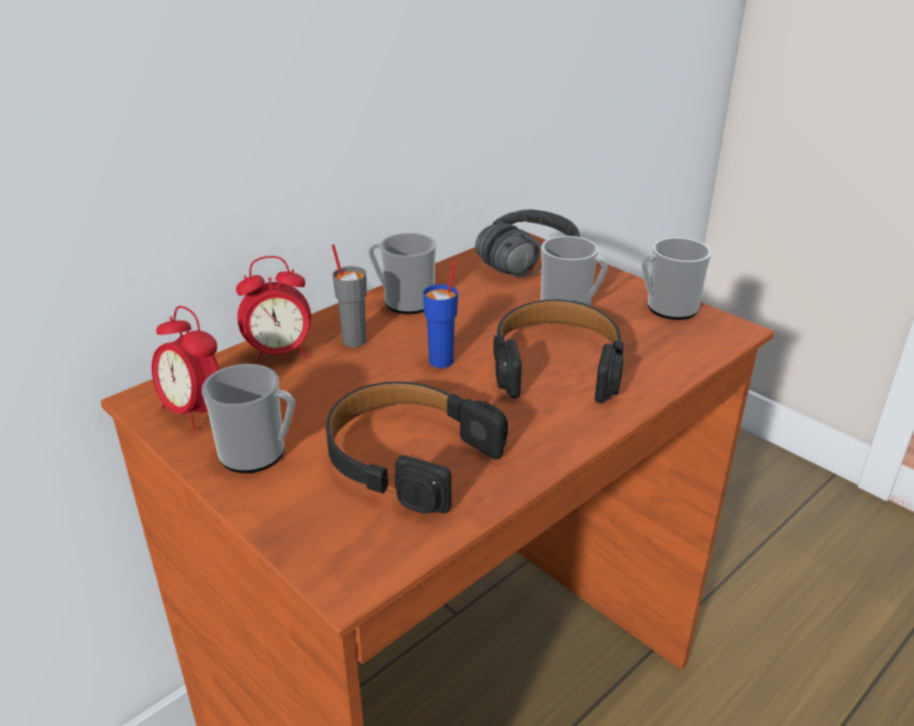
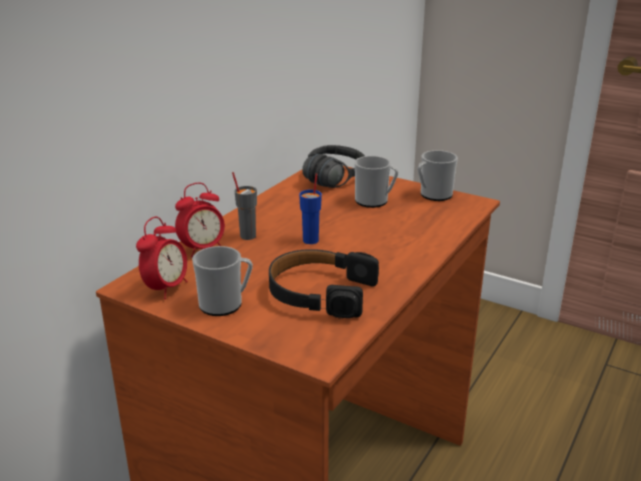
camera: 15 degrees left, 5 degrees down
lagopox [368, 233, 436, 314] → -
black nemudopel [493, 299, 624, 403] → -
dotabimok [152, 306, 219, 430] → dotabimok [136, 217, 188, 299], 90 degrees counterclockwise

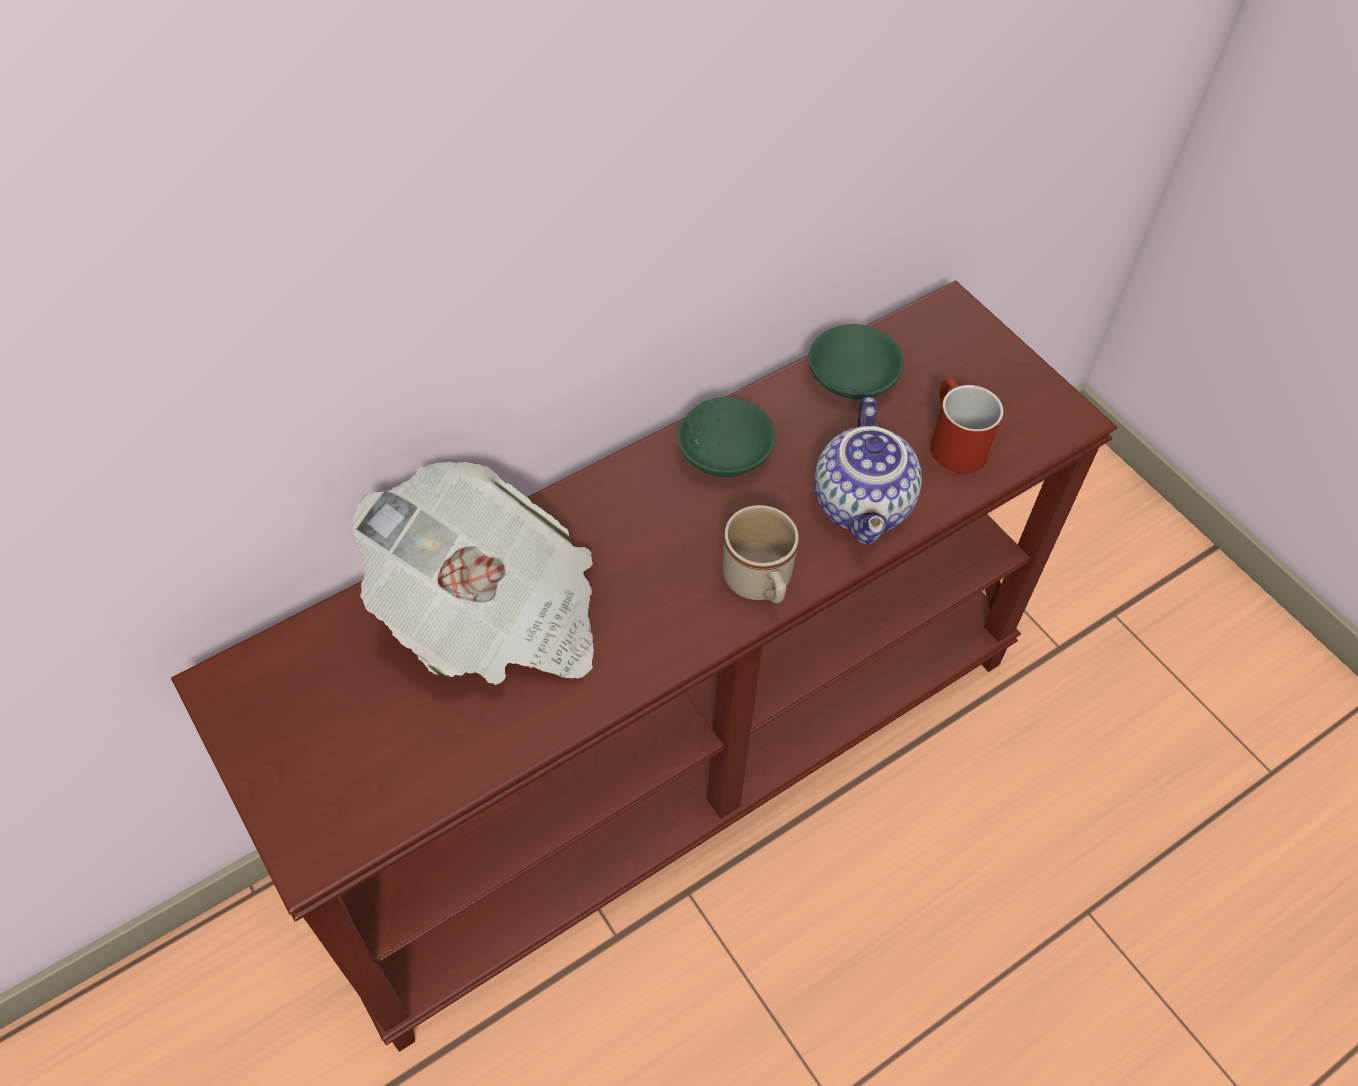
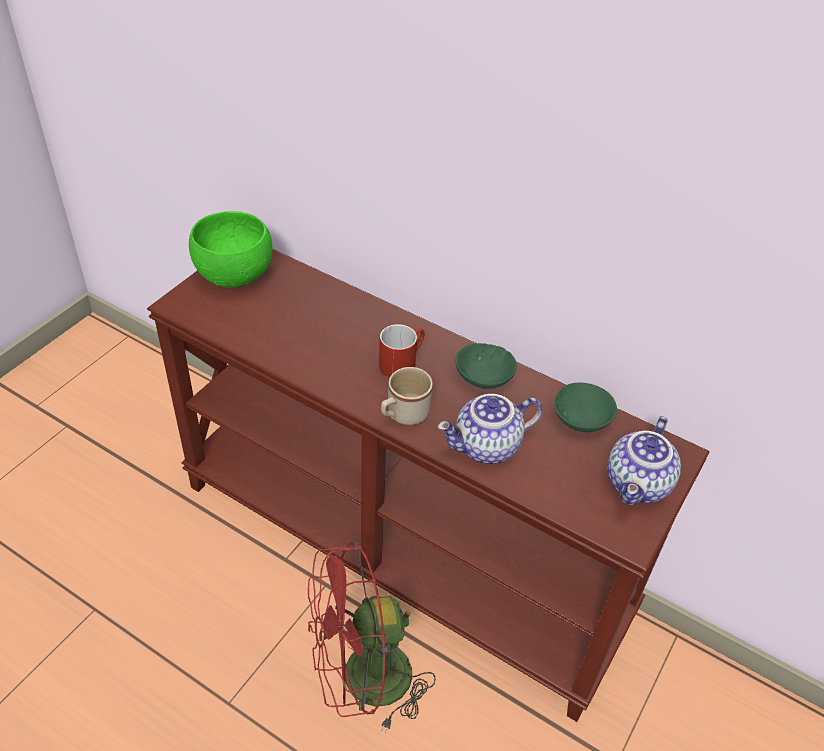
camera: 65 degrees right, 10 degrees down
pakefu [352, 462, 594, 685] → -
- → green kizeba [189, 211, 273, 288]
- → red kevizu [308, 542, 436, 733]
- → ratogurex [607, 416, 681, 505]
red lagopox [931, 378, 1004, 473] → red lagopox [379, 324, 425, 378], shifted

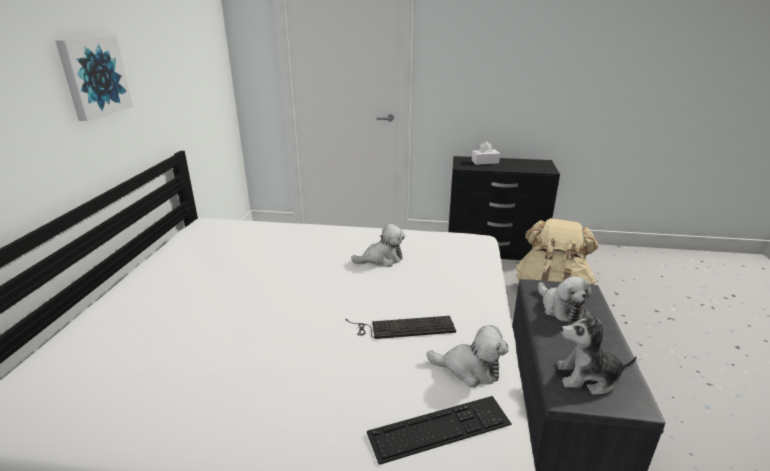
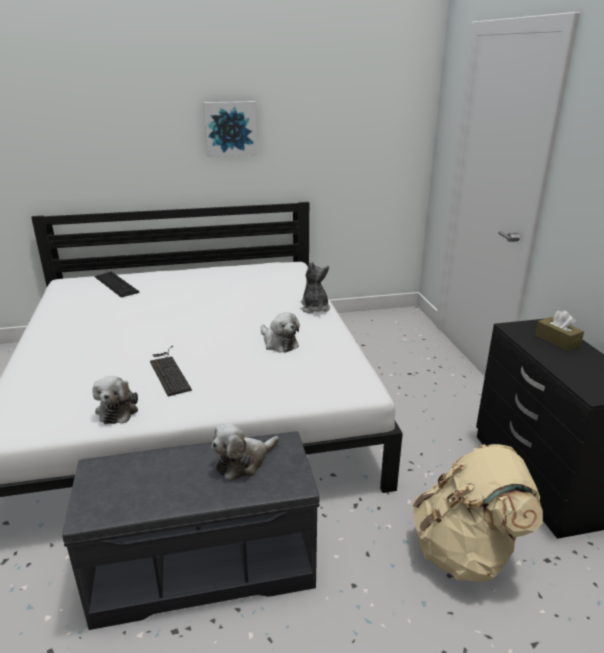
camera: 70 degrees right, 0 degrees up
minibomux [367, 396, 512, 465] → minibomux [94, 271, 139, 297], shifted
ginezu [557, 308, 637, 395] → ginezu [300, 261, 330, 313], shifted
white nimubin [472, 141, 500, 165] → brown nimubin [535, 311, 584, 351]

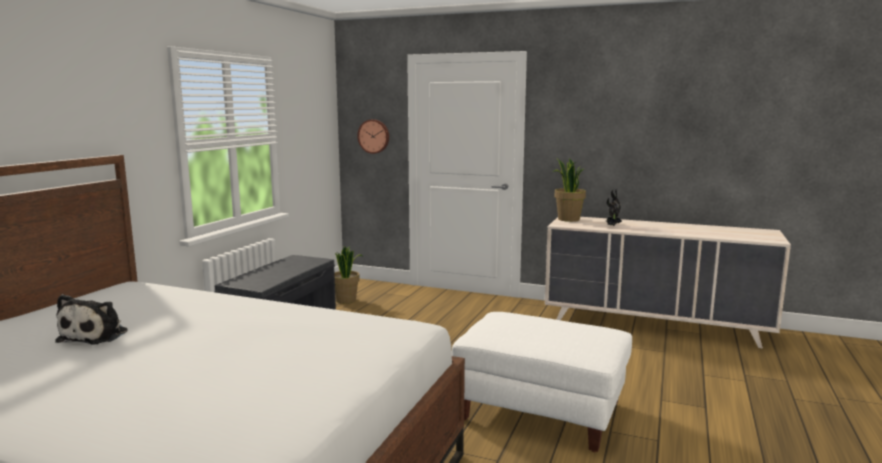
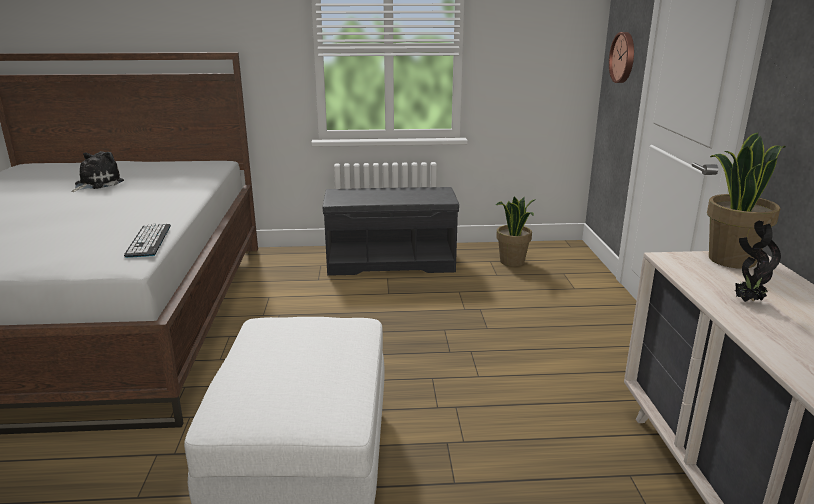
camera: 65 degrees right, 10 degrees up
- → minibomux [124, 223, 171, 258]
ginezu [55, 294, 127, 345] → ginezu [71, 151, 124, 192], 135 degrees clockwise

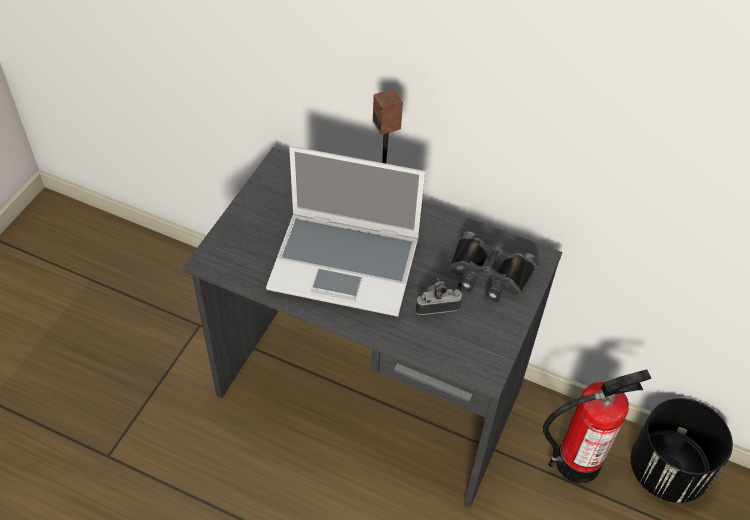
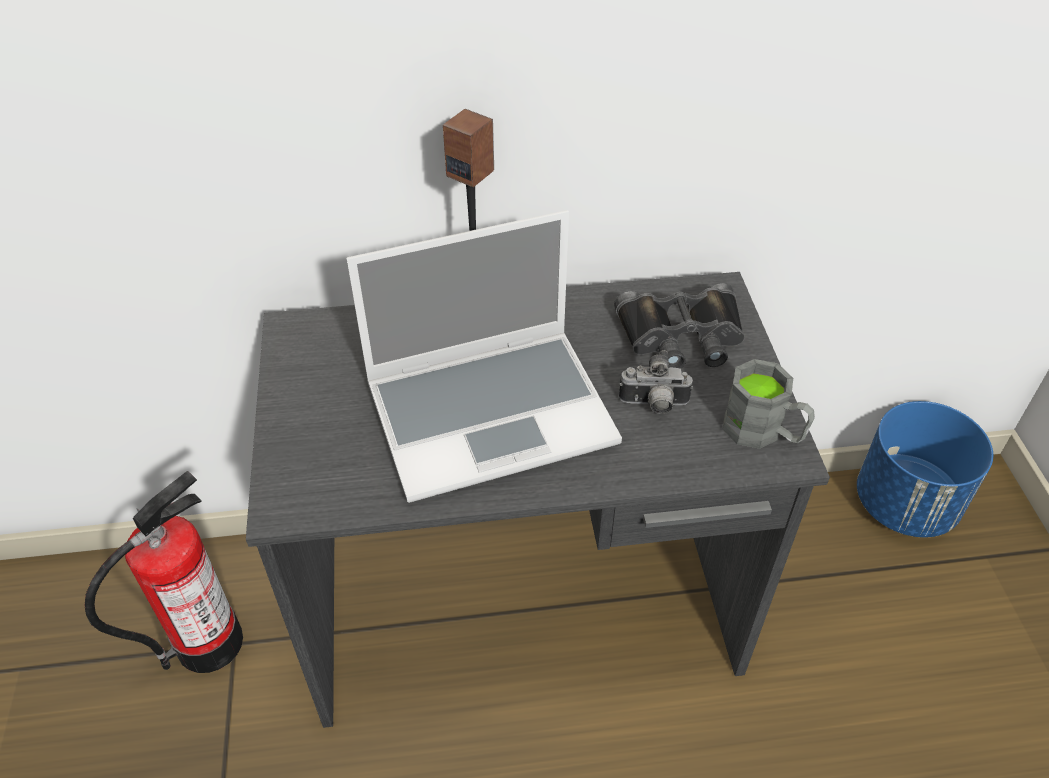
camera: 30 degrees left, 5 degrees down
- → grey lagopox [722, 359, 815, 449]
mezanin [543, 370, 651, 484] → mezanin [85, 471, 243, 673], shifted
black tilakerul [631, 398, 733, 503] → blue tilakerul [857, 401, 993, 537]
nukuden [415, 278, 462, 315] → nukuden [619, 350, 693, 414], 135 degrees counterclockwise

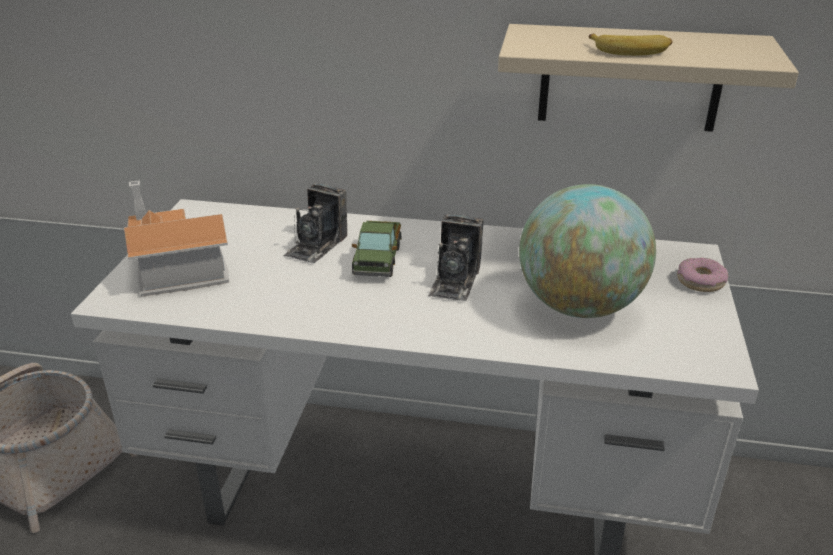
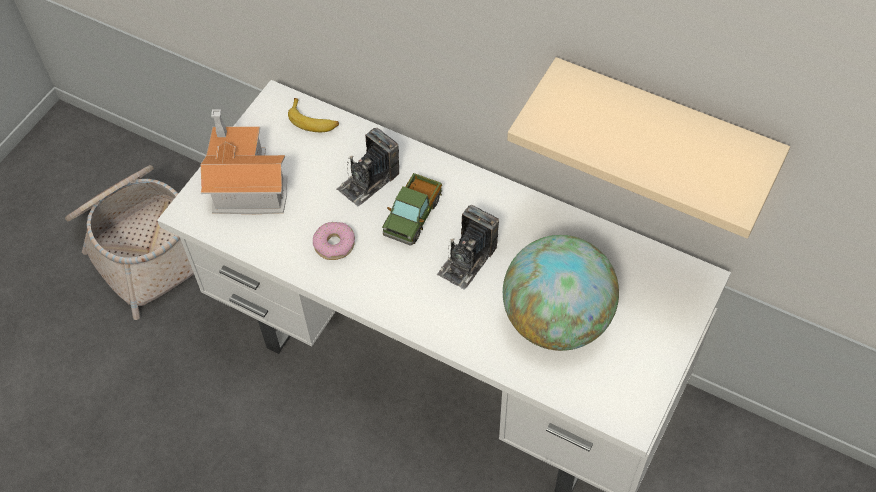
camera: 20 degrees right, 25 degrees up
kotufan [588, 34, 672, 56] → kotufan [288, 98, 339, 132], shifted
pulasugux [677, 258, 728, 292] → pulasugux [313, 222, 355, 260], shifted

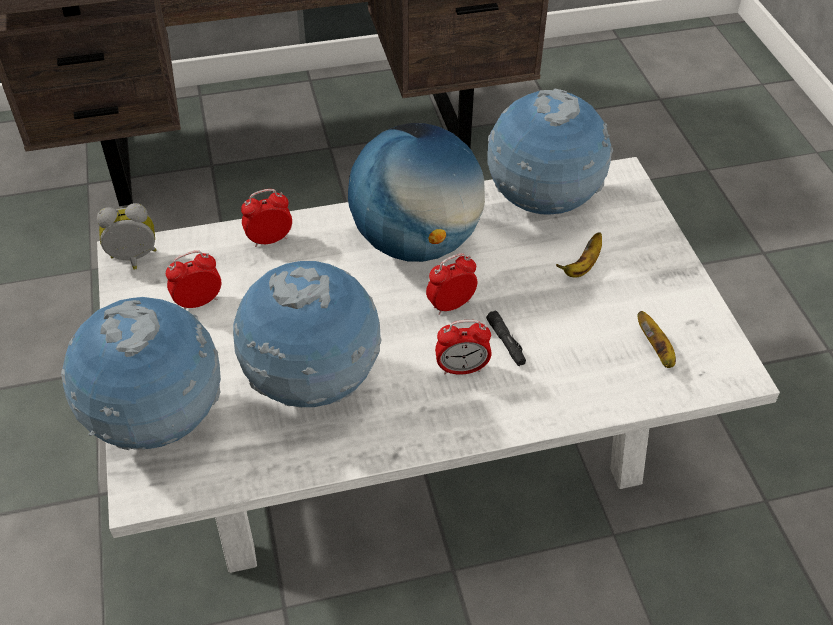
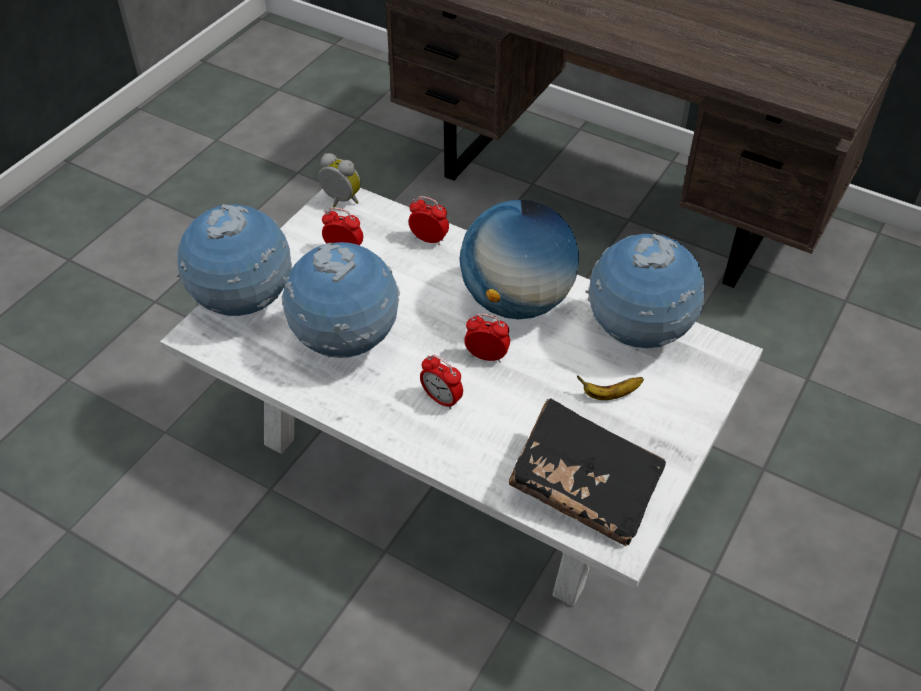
camera: 45 degrees right, 0 degrees up
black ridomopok [486, 311, 526, 366] → -
kotufan [638, 311, 676, 368] → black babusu [509, 398, 666, 546]

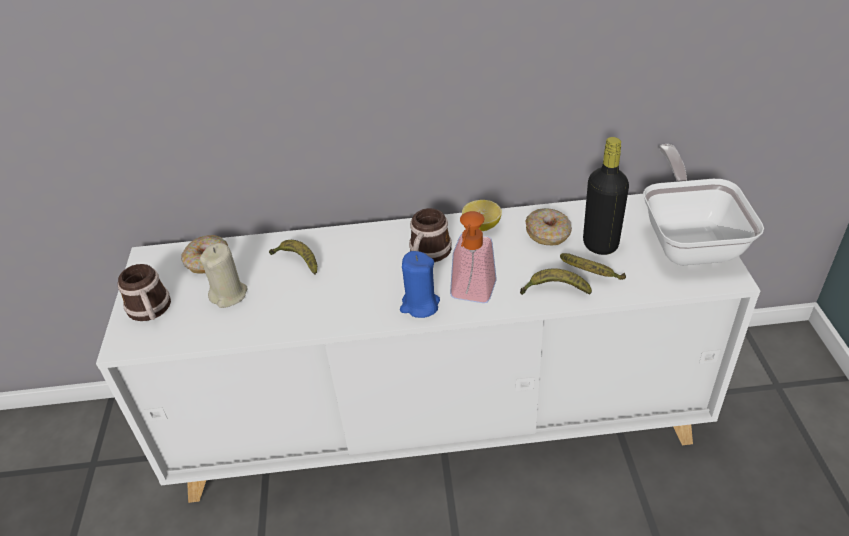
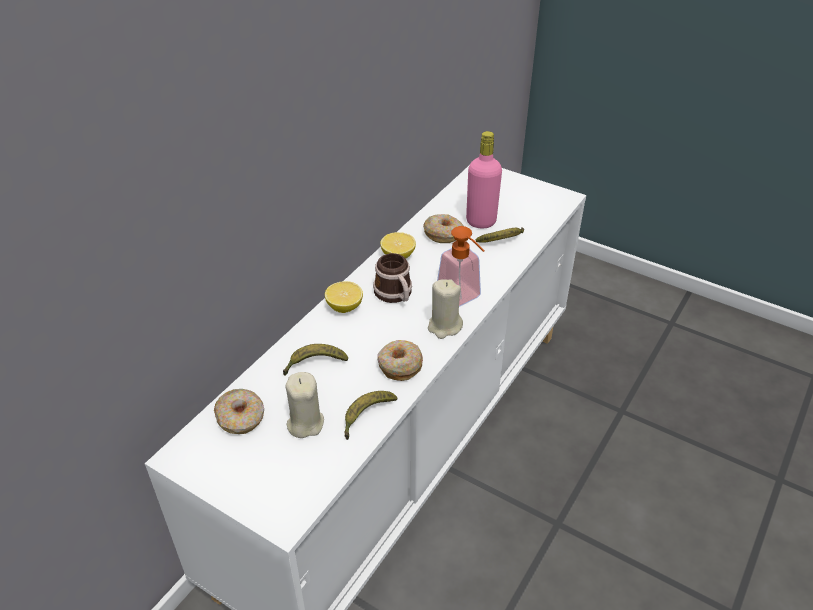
camera: 55 degrees left, 0 degrees up
lagopox [118, 264, 171, 321] → -
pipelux [643, 144, 764, 265] → -
- → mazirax [325, 281, 363, 313]
- → pulasugux [377, 340, 423, 381]
kotufan [520, 268, 592, 295] → kotufan [344, 391, 398, 440], shifted
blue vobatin [400, 251, 440, 318] → beige vobatin [428, 279, 463, 339]
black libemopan [583, 137, 629, 255] → pink libemopan [466, 131, 502, 228]

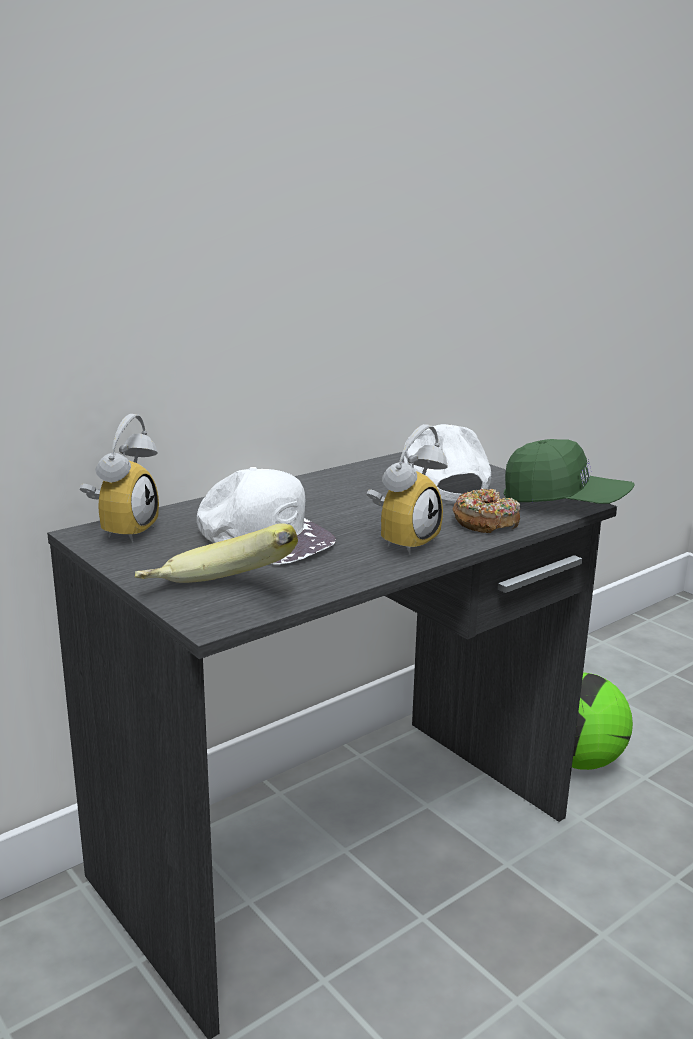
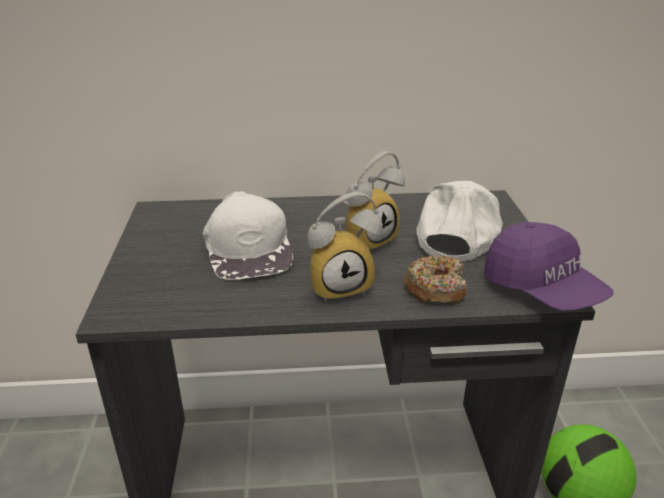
camera: 35 degrees right, 10 degrees up
kotufan [135, 523, 298, 583] → -
dotabimok [80, 414, 159, 543] → dotabimok [342, 151, 405, 249], shifted
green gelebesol [504, 439, 634, 504] → purple gelebesol [484, 222, 614, 311]

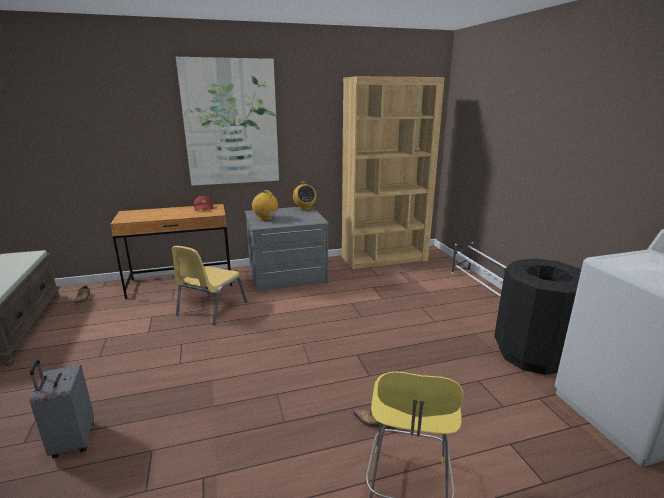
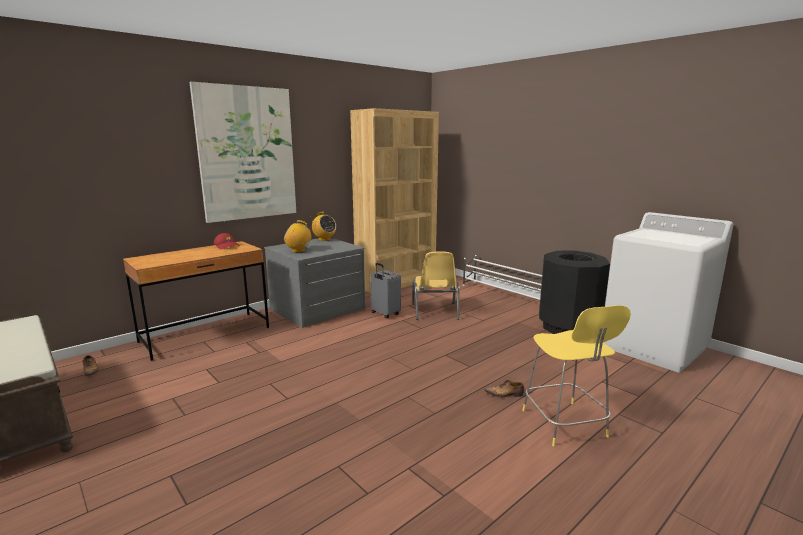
camera: 25 degrees left, 5 degrees down
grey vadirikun [30, 360, 94, 459] → grey vadirikun [370, 263, 401, 319], shifted
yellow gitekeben [171, 246, 247, 325] → yellow gitekeben [412, 251, 460, 320], shifted

